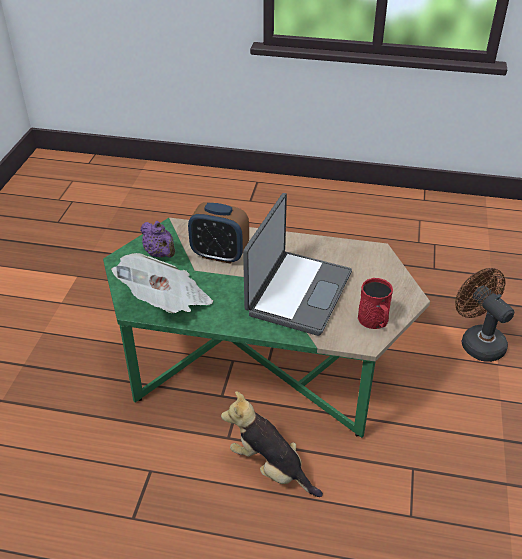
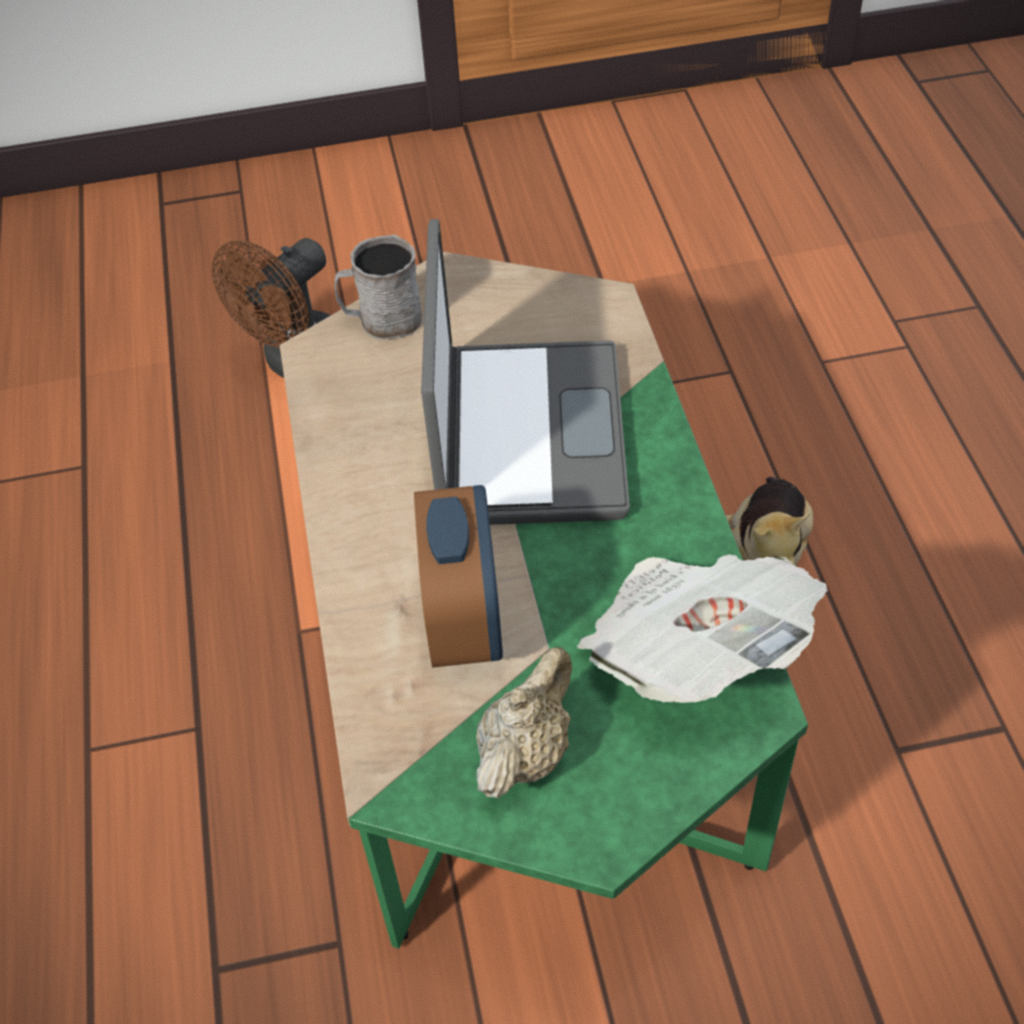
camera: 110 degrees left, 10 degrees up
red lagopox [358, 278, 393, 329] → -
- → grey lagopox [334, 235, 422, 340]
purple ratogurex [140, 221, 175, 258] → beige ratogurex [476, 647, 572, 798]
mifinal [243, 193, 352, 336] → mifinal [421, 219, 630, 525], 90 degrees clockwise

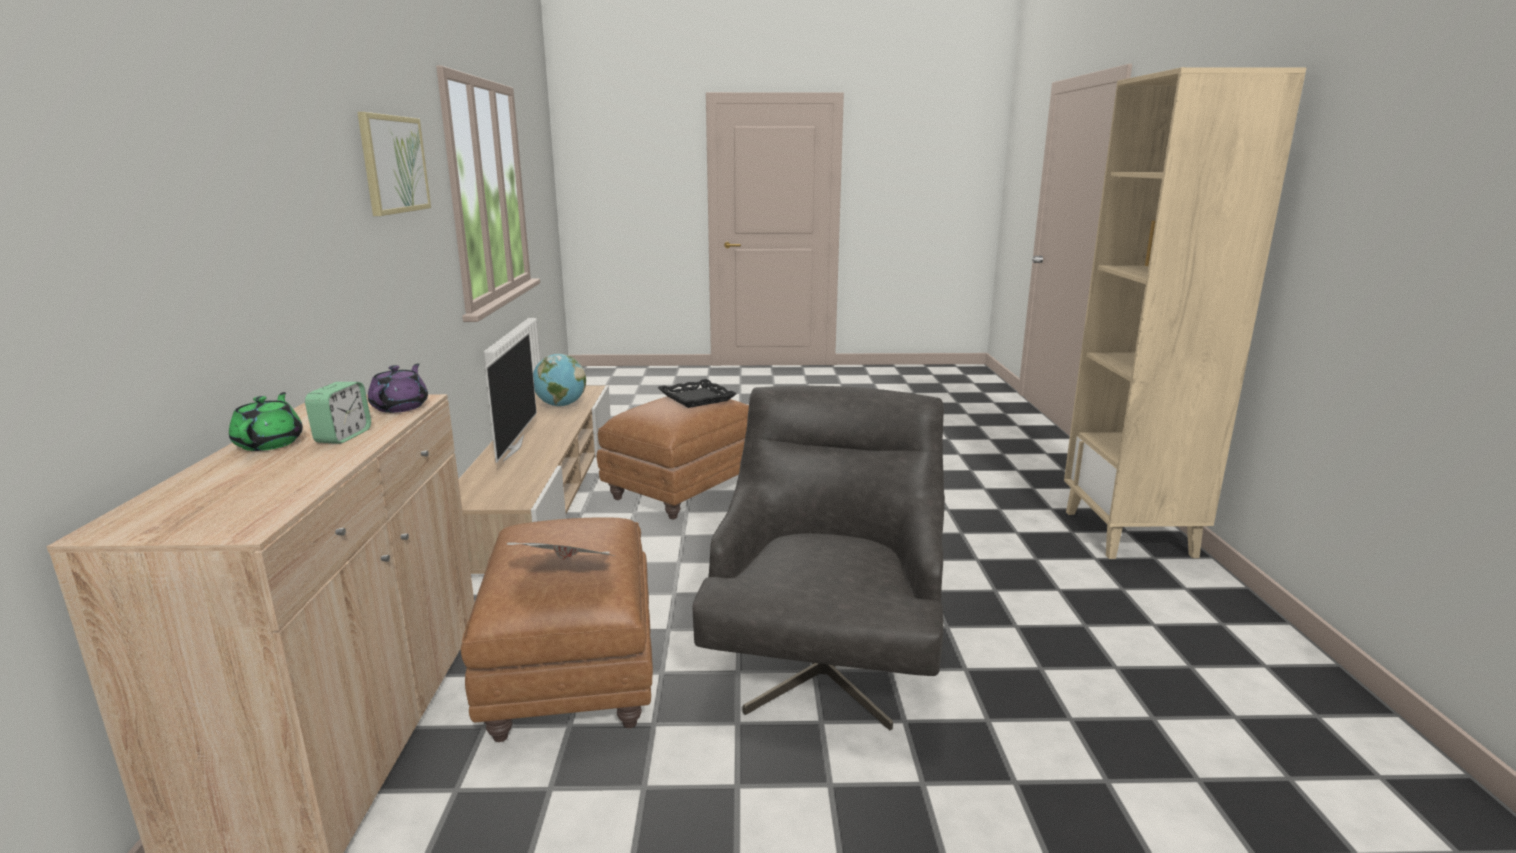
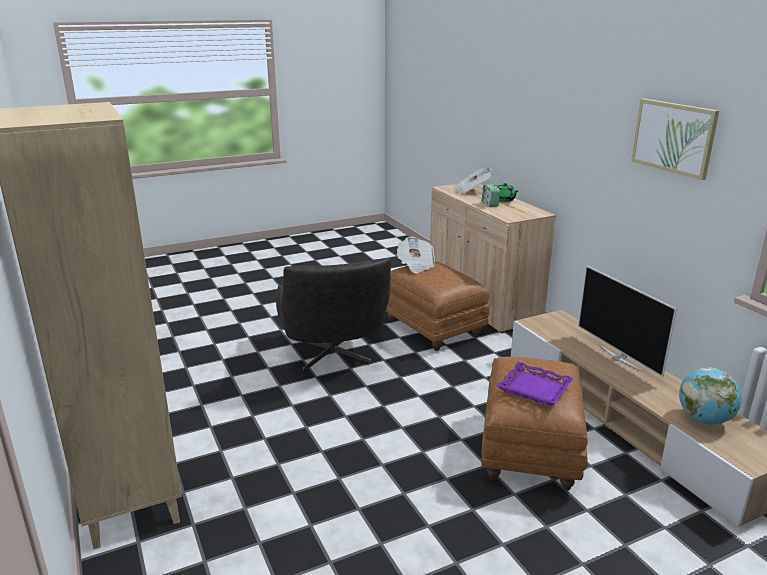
camera: 155 degrees right, 5 degrees up
purple ratogurex [368, 363, 428, 413] → -
- → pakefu [451, 168, 492, 193]
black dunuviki [657, 379, 737, 408] → purple dunuviki [496, 362, 574, 406]

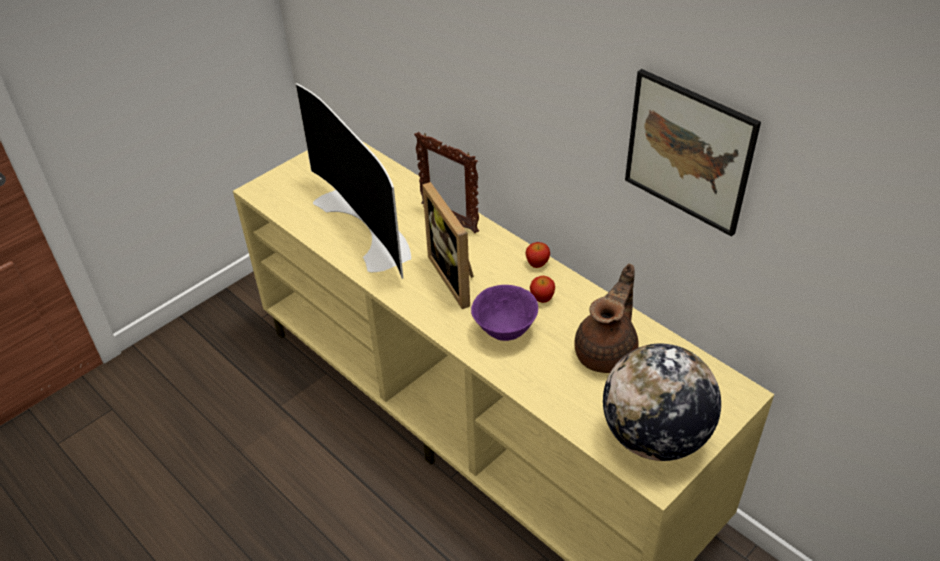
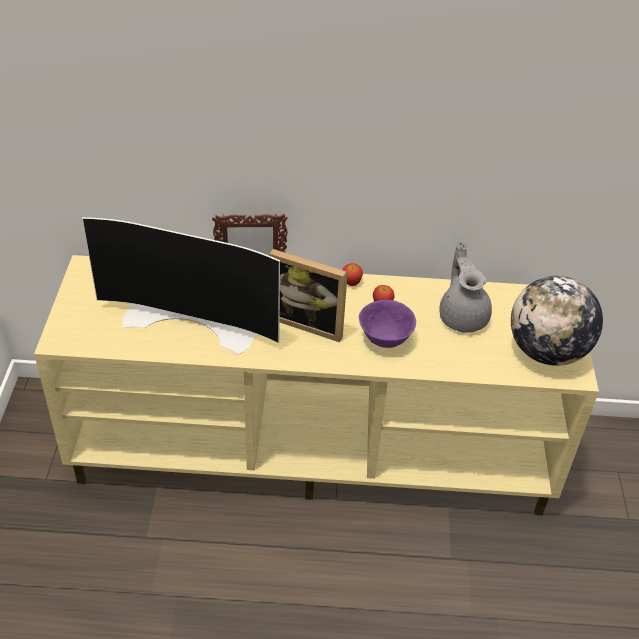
camera: 45 degrees left, 0 degrees up
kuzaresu [625, 69, 761, 237] → -
brown ratogurex [574, 264, 639, 373] → grey ratogurex [439, 241, 492, 333]

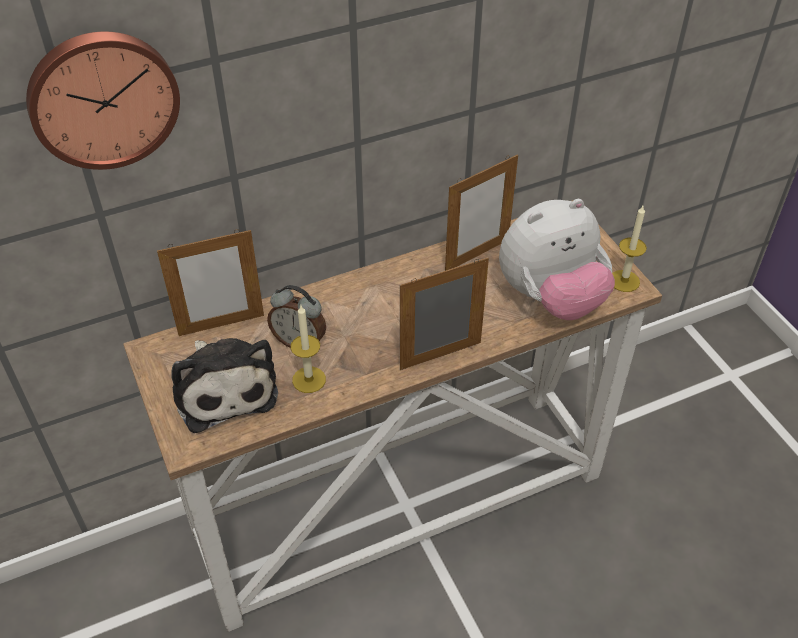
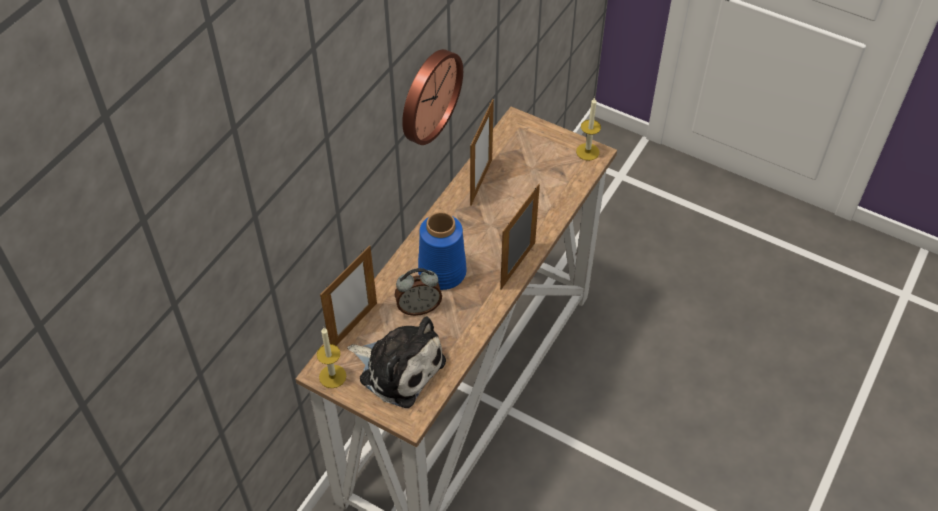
camera: 35 degrees left, 5 degrees up
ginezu [499, 199, 615, 320] → -
- → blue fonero [418, 212, 467, 290]
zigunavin [26, 32, 180, 170] → zigunavin [402, 49, 463, 145], shifted
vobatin [291, 306, 326, 393] → vobatin [317, 327, 346, 388], shifted

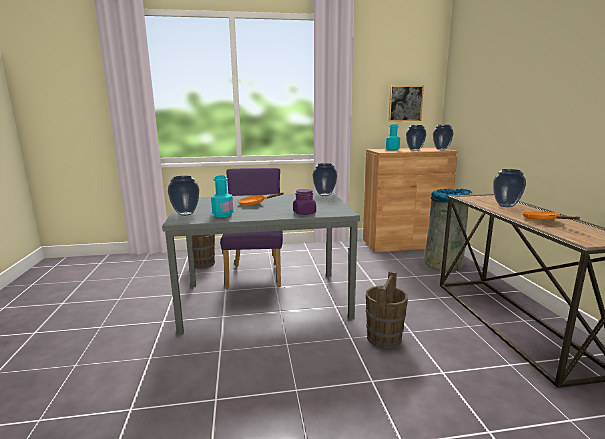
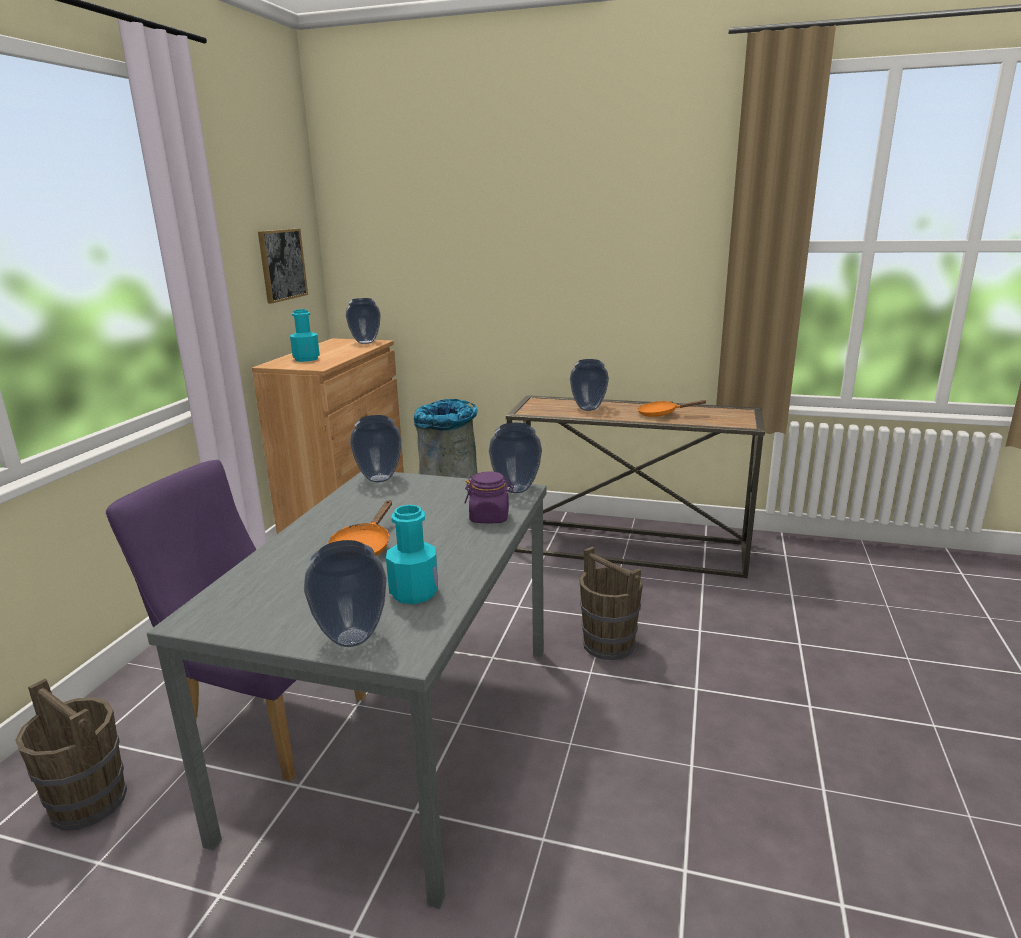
camera: 65 degrees left, 5 degrees up
fonero [406, 125, 426, 151] → fonero [489, 423, 542, 493], shifted

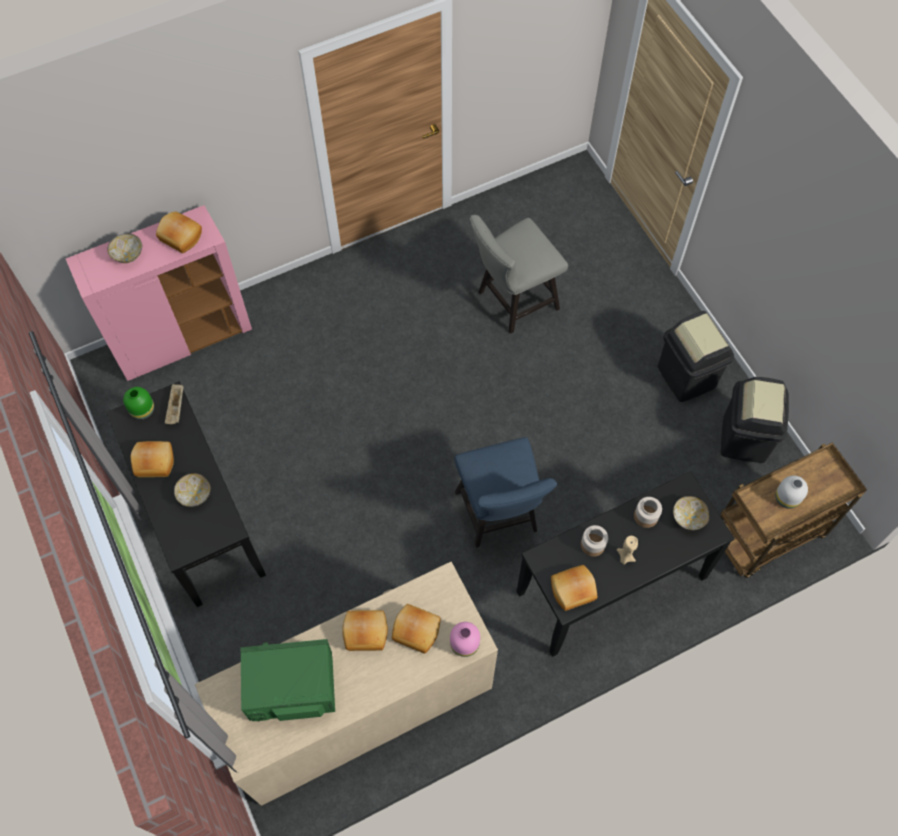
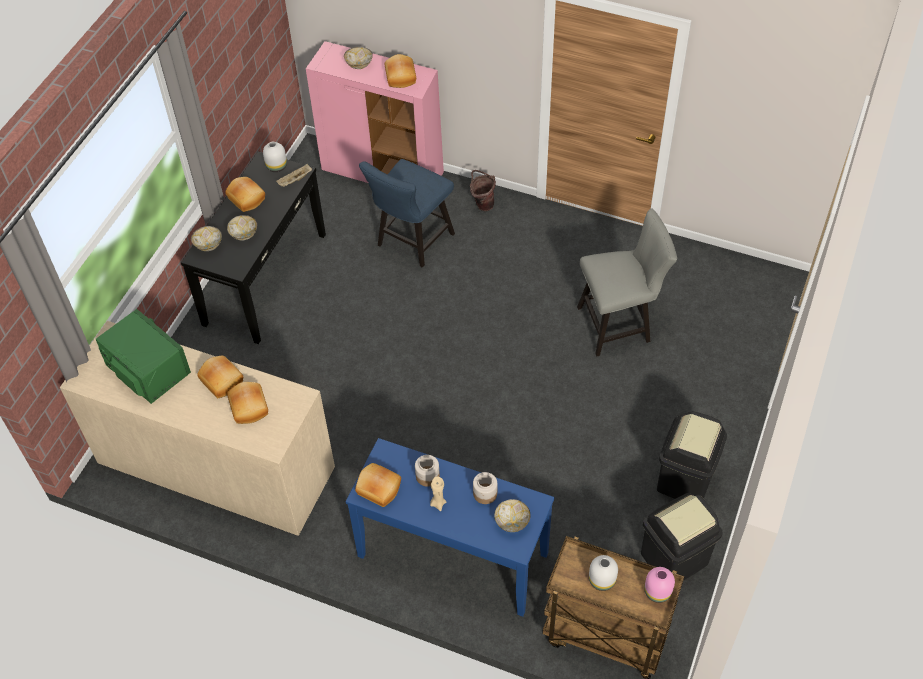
camera: 50 degrees right, 10 degrees down
- → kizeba [191, 226, 222, 251]
- → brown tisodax [470, 170, 496, 211]
pink fonero [450, 622, 480, 657] → pink fonero [644, 567, 675, 603], shifted
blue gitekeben [455, 437, 557, 548] → blue gitekeben [359, 159, 455, 267], shifted
green fonero [123, 387, 154, 420] → white fonero [263, 142, 287, 172]
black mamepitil [516, 471, 735, 657] → blue mamepitil [346, 438, 554, 617]
grey gitekeben [470, 215, 568, 334] → grey gitekeben [577, 208, 677, 356], 150 degrees clockwise

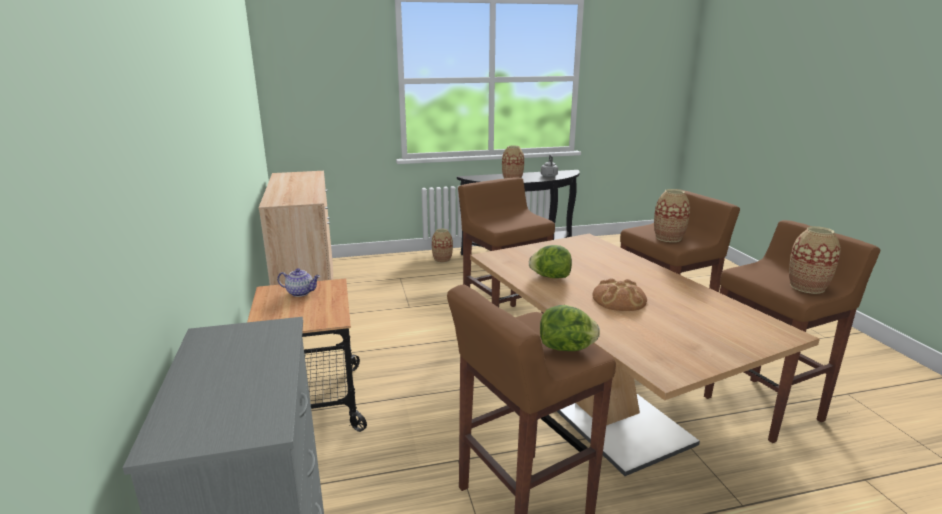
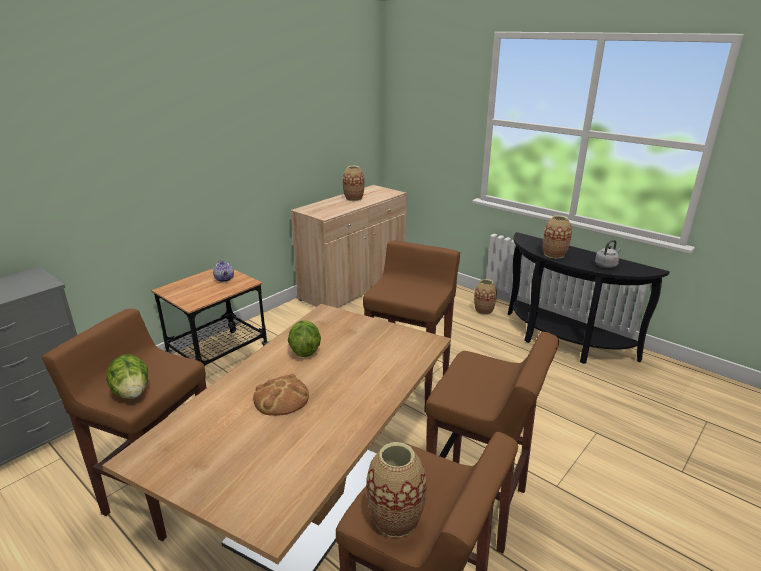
camera: 55 degrees right, 5 degrees up
fonero [654, 189, 690, 242] → fonero [343, 166, 364, 201], shifted

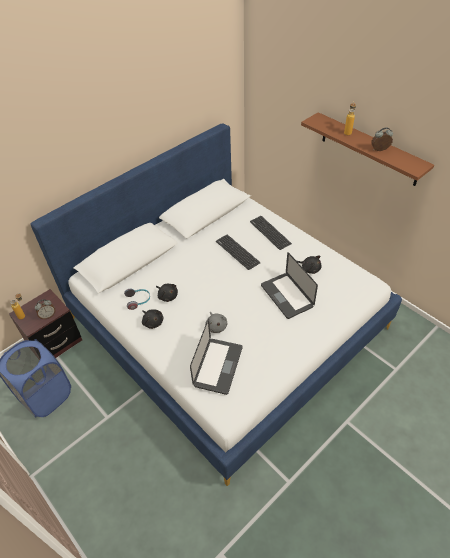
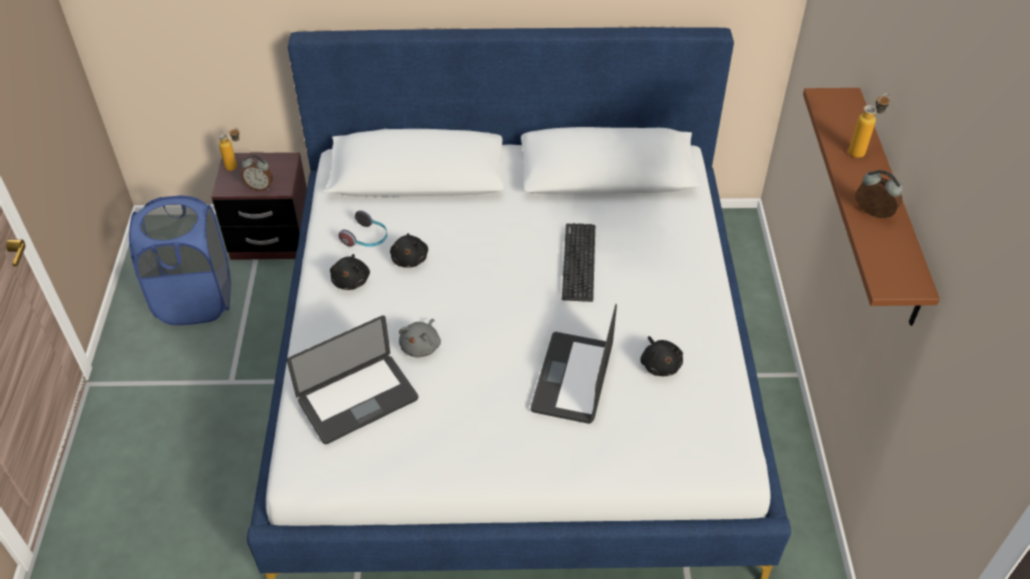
camera: 40 degrees right, 0 degrees up
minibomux [250, 216, 292, 250] → -

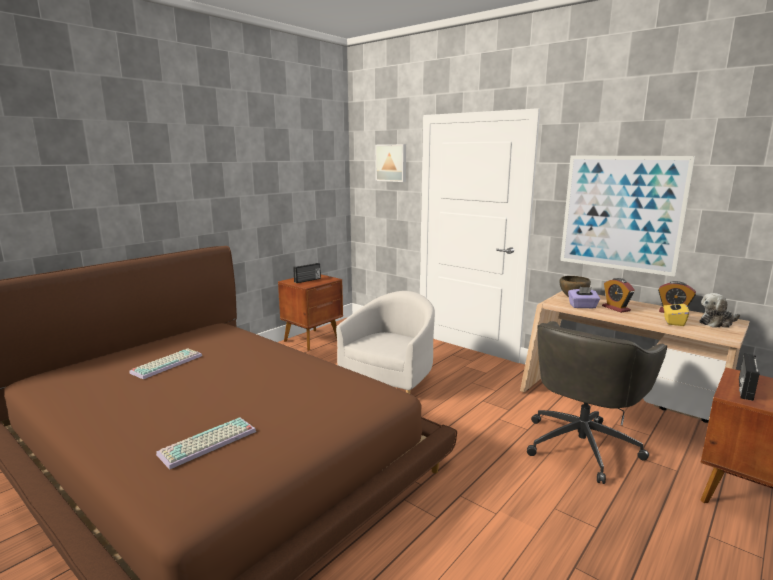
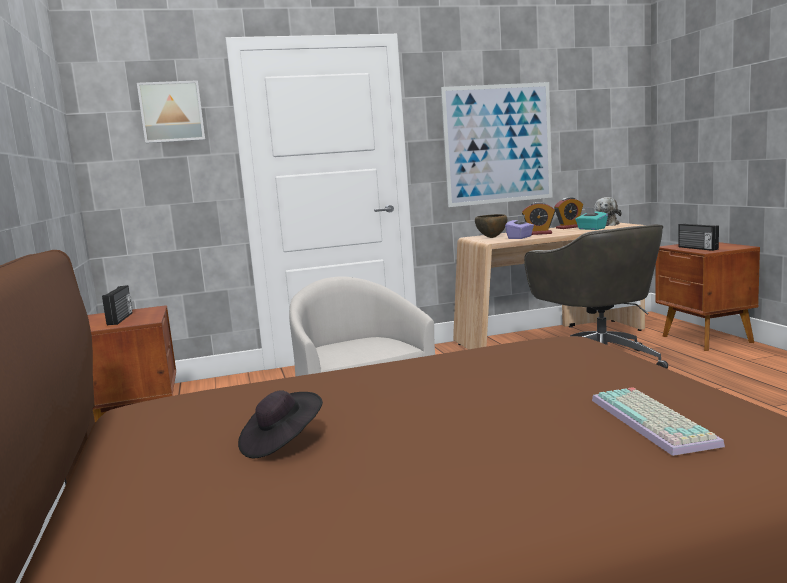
camera: 55 degrees left, 5 degrees down
minibomux [129, 348, 202, 379] → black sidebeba [238, 390, 323, 458]
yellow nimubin [663, 298, 689, 326] → turquoise nimubin [575, 208, 608, 230]

